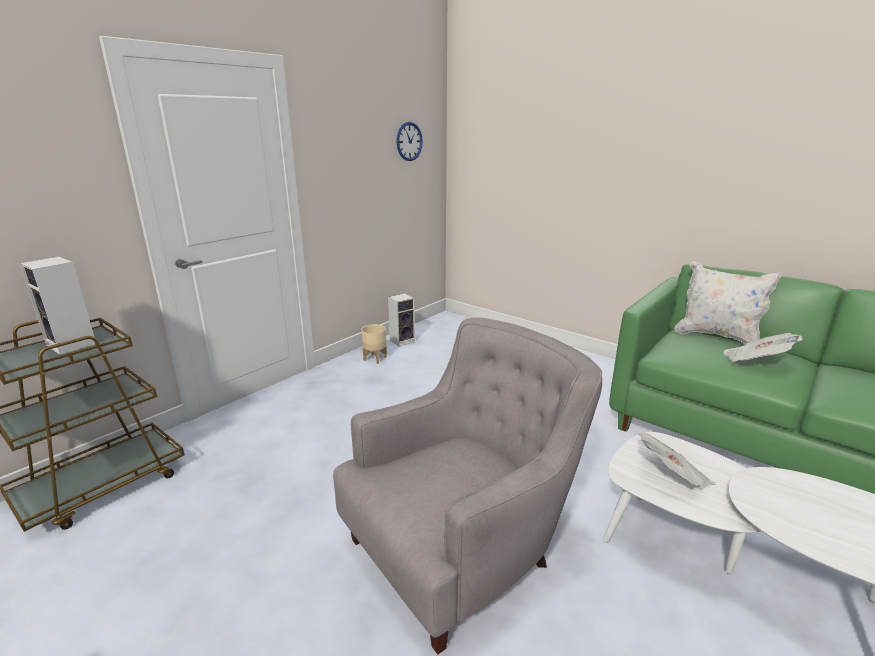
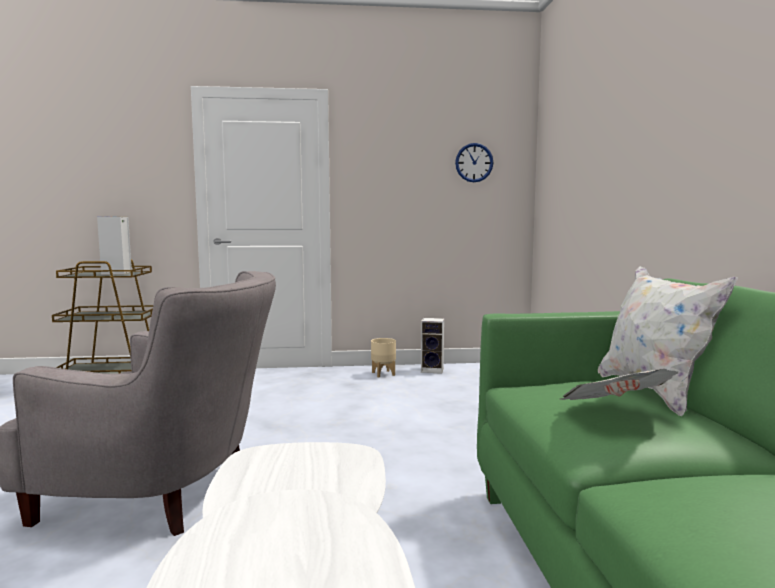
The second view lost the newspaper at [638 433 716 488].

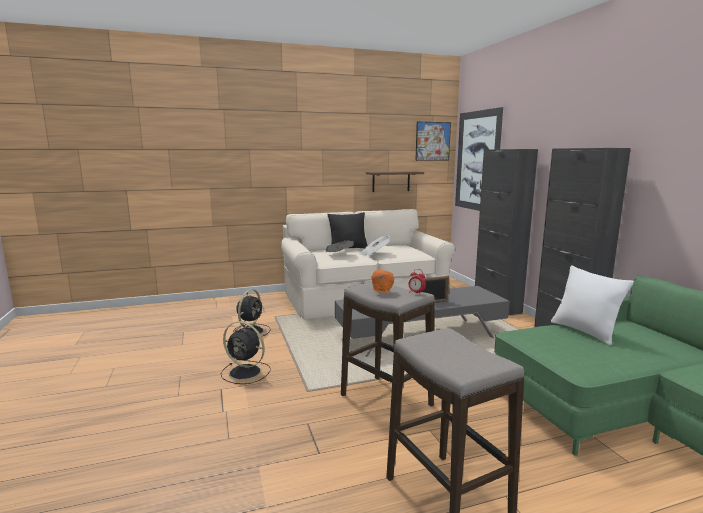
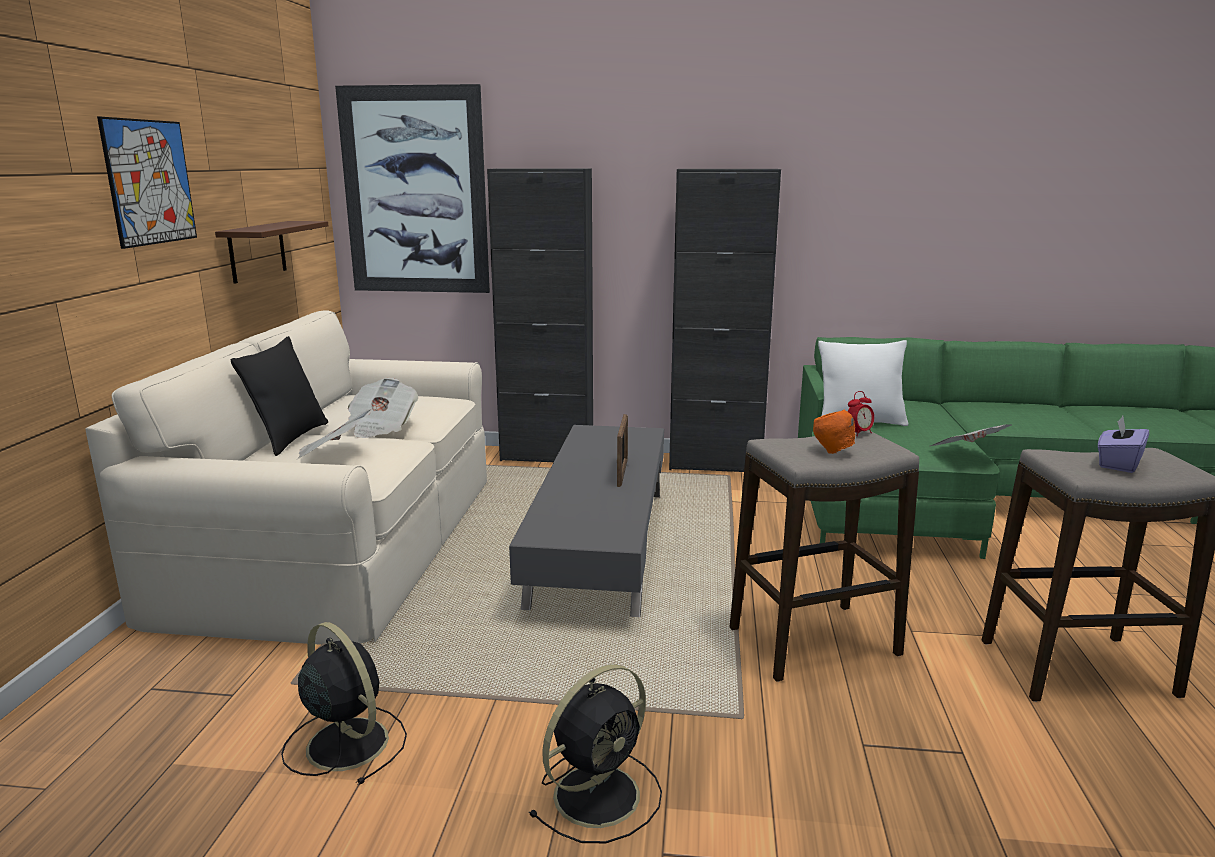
The picture ended up elsewhere, having gone from [415 122 451 161] to [97 117 197 249].
The second view gained the newspaper at [930 424 1012 446].
The second view gained the purple tissue box at [1098 416 1149 473].

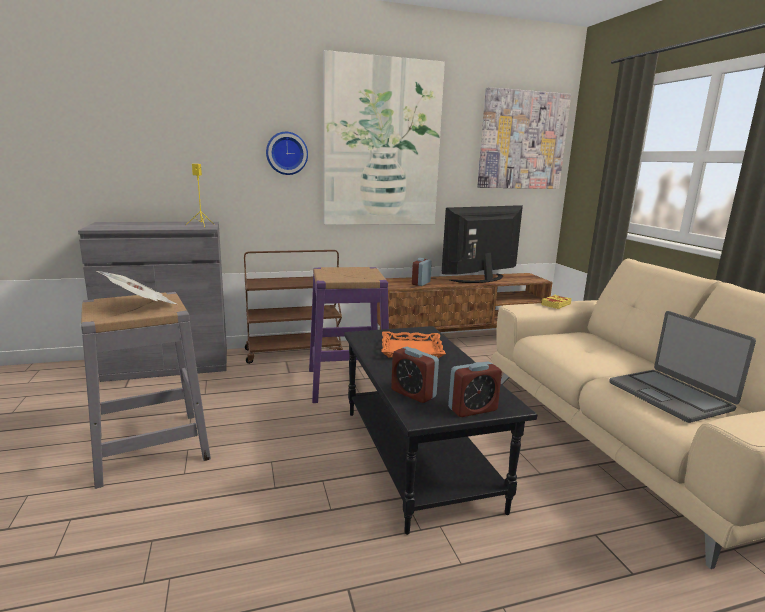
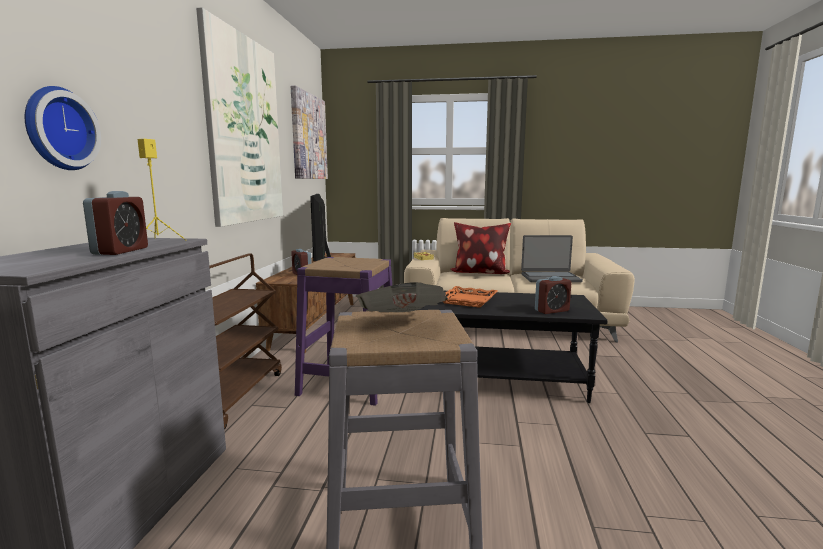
The wall clock ended up elsewhere, having gone from [266 132 308 175] to [25 86 101 170].
The alarm clock ended up elsewhere, having gone from [448 362 502 417] to [83 191 148 255].
The second view gained the pillow at [450 222 511 274].

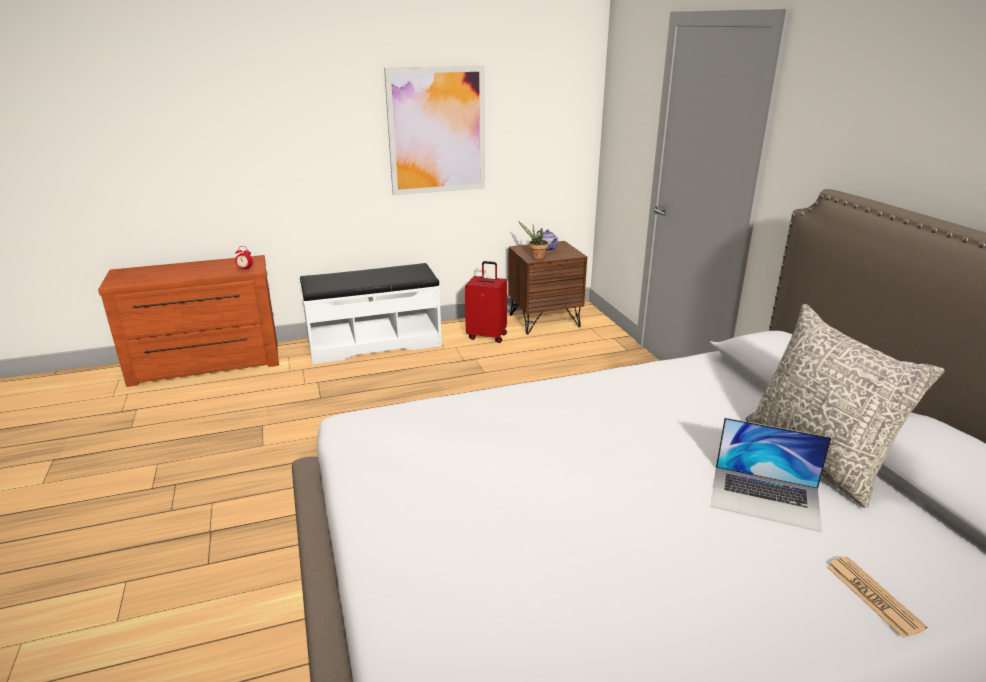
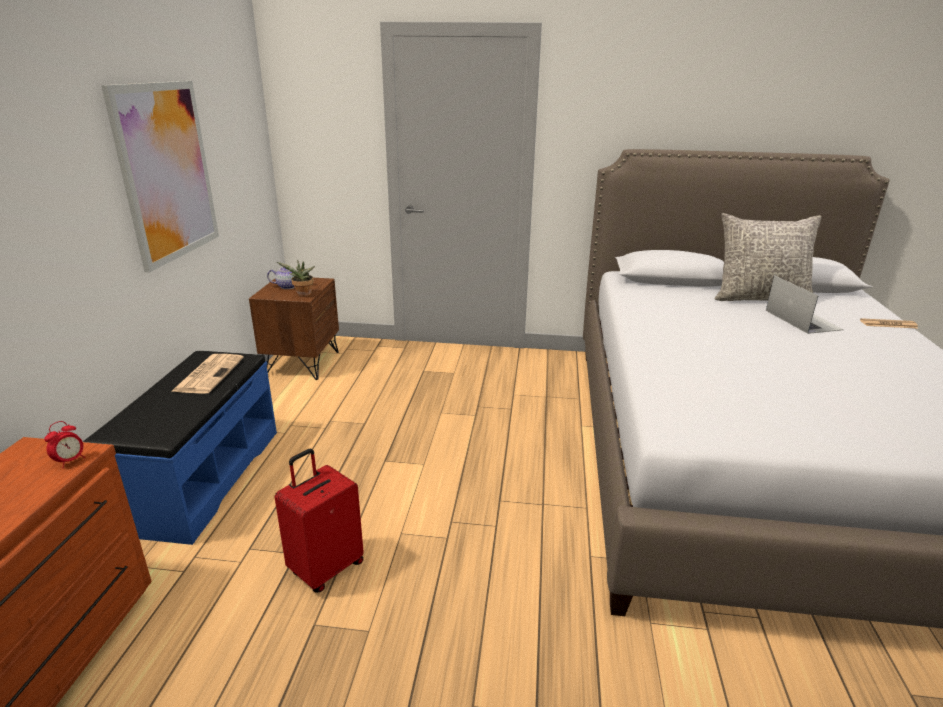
What was the white bench at [300 263 442 364] turned into the blue bench at [83 351 277 545].
The second view gained the newspaper at [171 354 244 394].
The red suitcase ended up elsewhere, having gone from [465 261 507 343] to [275 449 364 593].
The laptop at [710 418 832 532] ended up facing another way, 60 degrees counterclockwise from before.

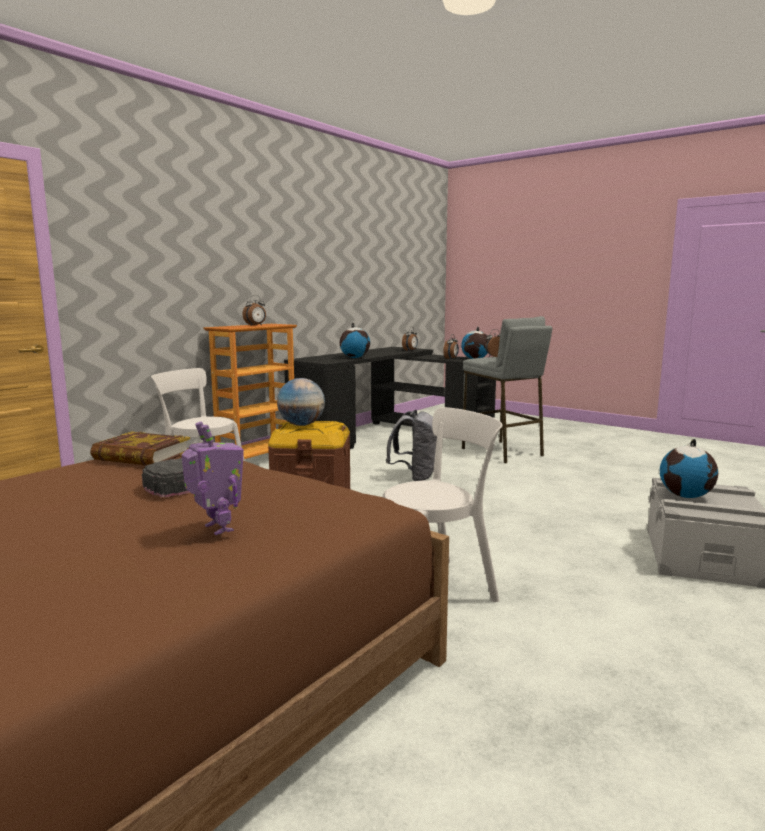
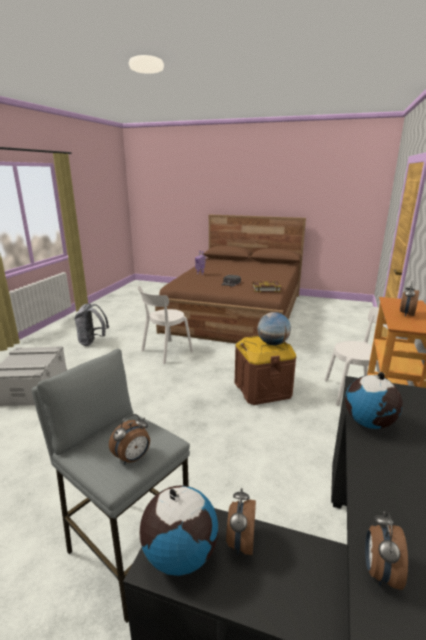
The grey backpack ended up elsewhere, having gone from [386 410 437 481] to [74 303 109 346].
The second view lost the globe at [660 439 718 498].

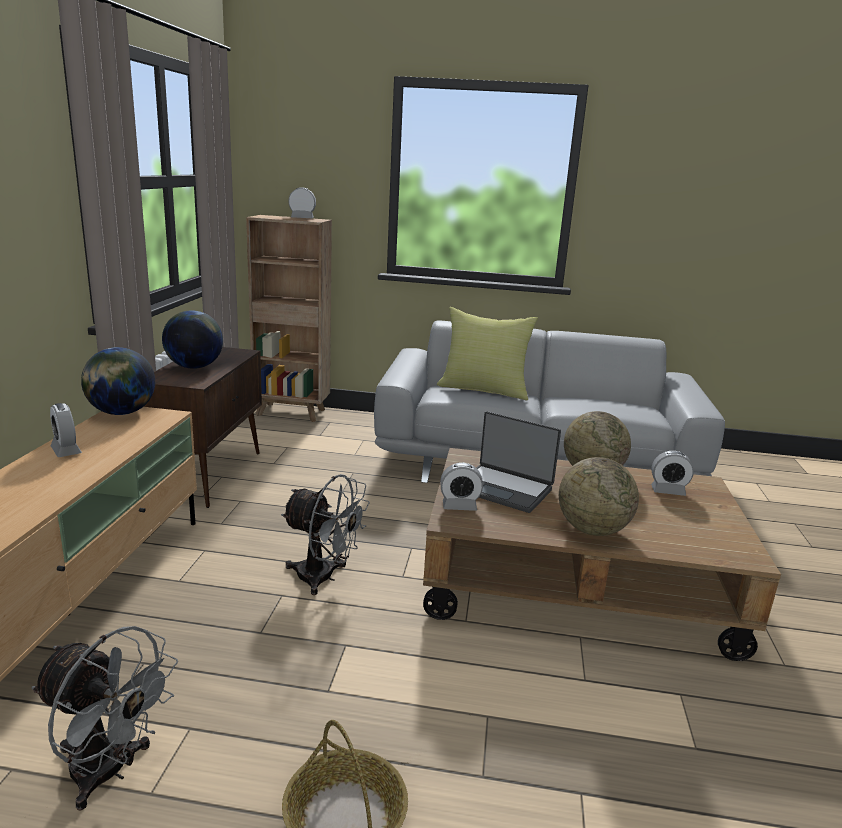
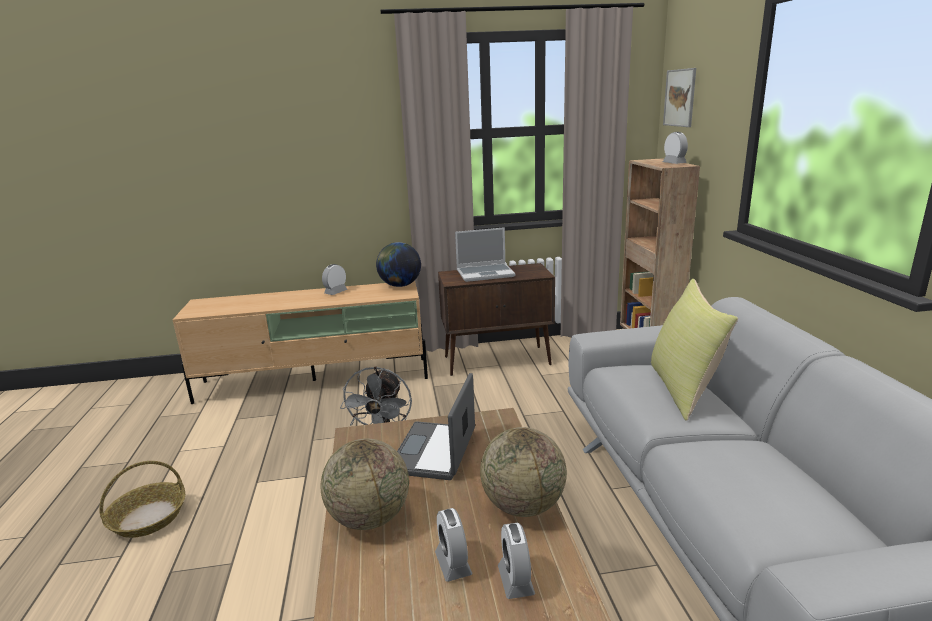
The alarm clock ended up elsewhere, having gone from [440 463 483 511] to [435 508 473 582].
Where the globe stood at [162 310 223 369], the laptop came to stand at [455 227 515 282].
The second view gained the picture at [663 68 696 127].
The second view lost the grey fan at [32 626 178 810].

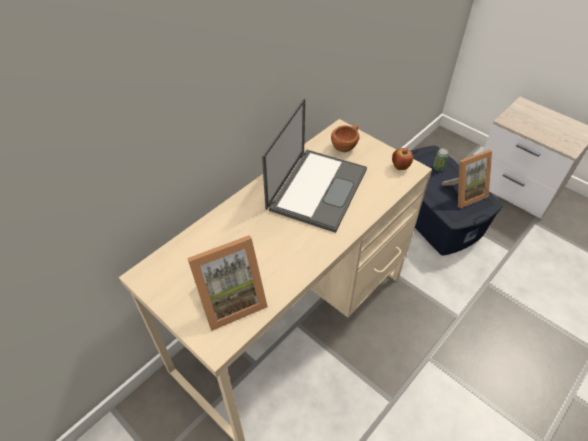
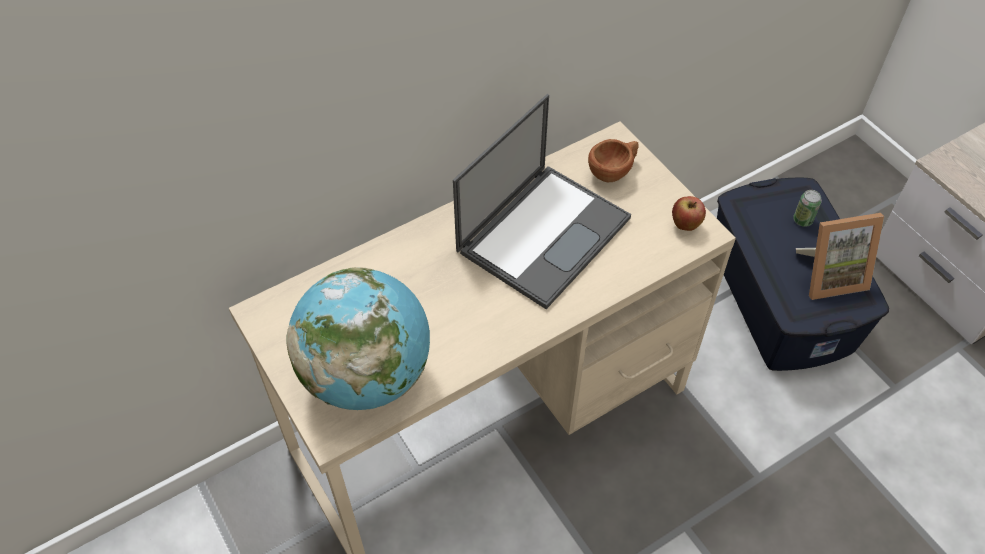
Where the picture frame stood at [187 235 268 331], the globe came to stand at [287 267 430 410].

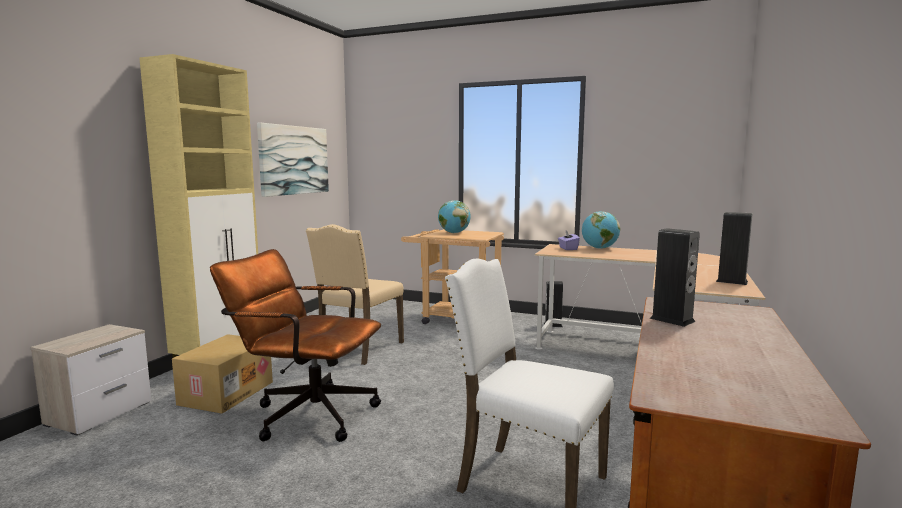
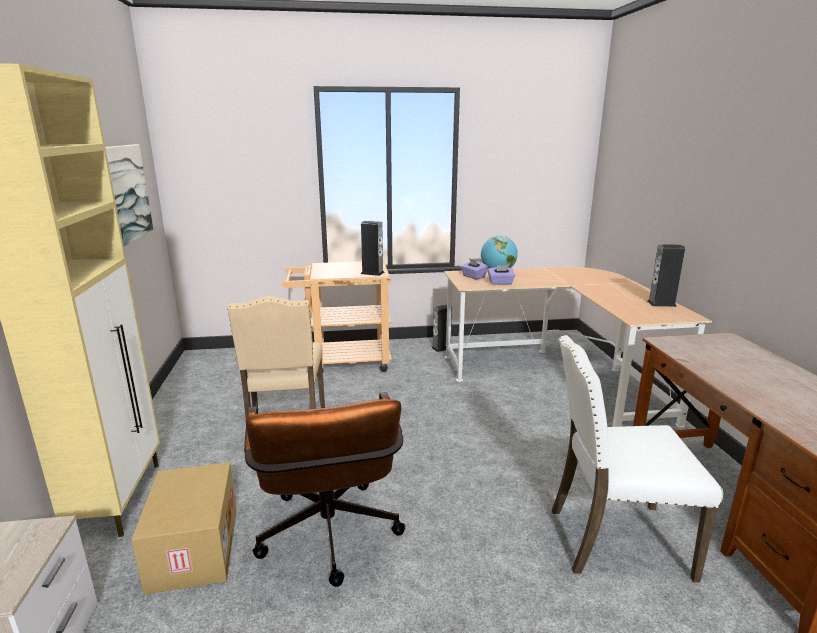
The brown office chair at [210 249 381 442] ended up facing another way, 90 degrees counterclockwise from before.
The speaker ended up elsewhere, having gone from [650 228 700 327] to [361 221 384 276].
The second view gained the purple tissue box at [488 265 515 285].
The second view lost the globe at [438 200 470 233].

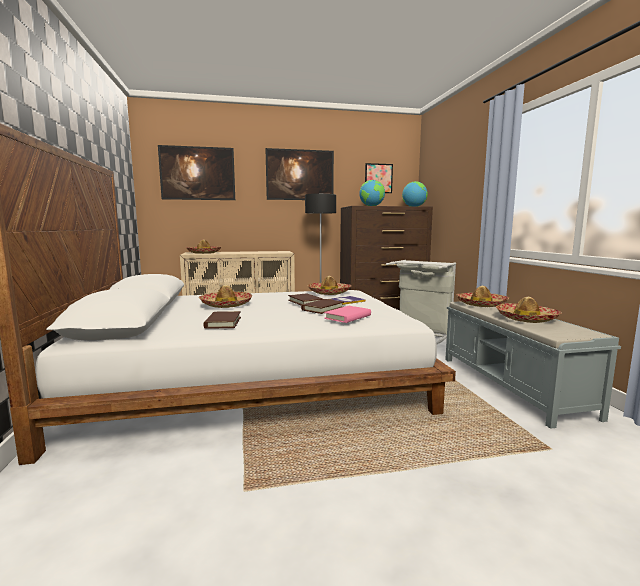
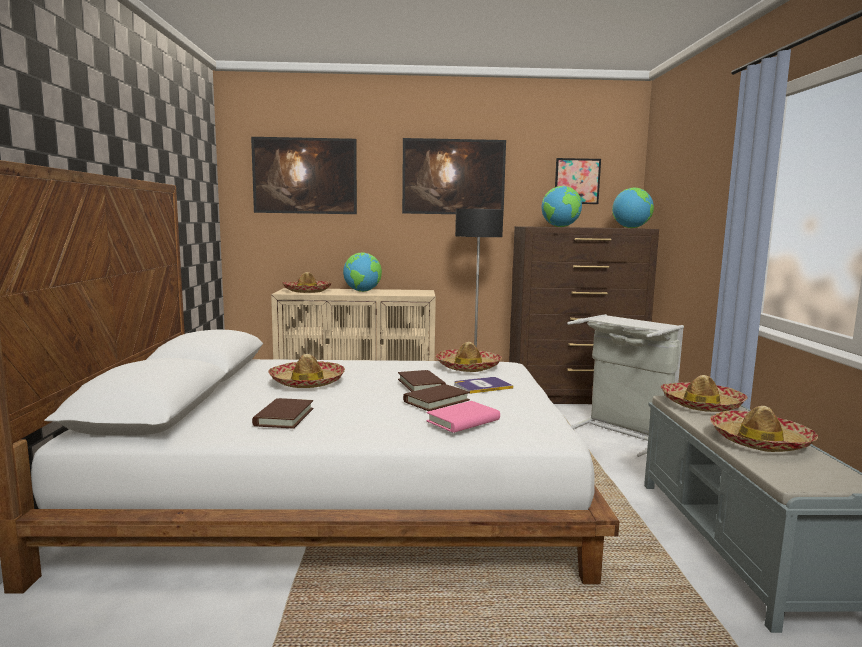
The second view gained the globe at [343 252 382 292].

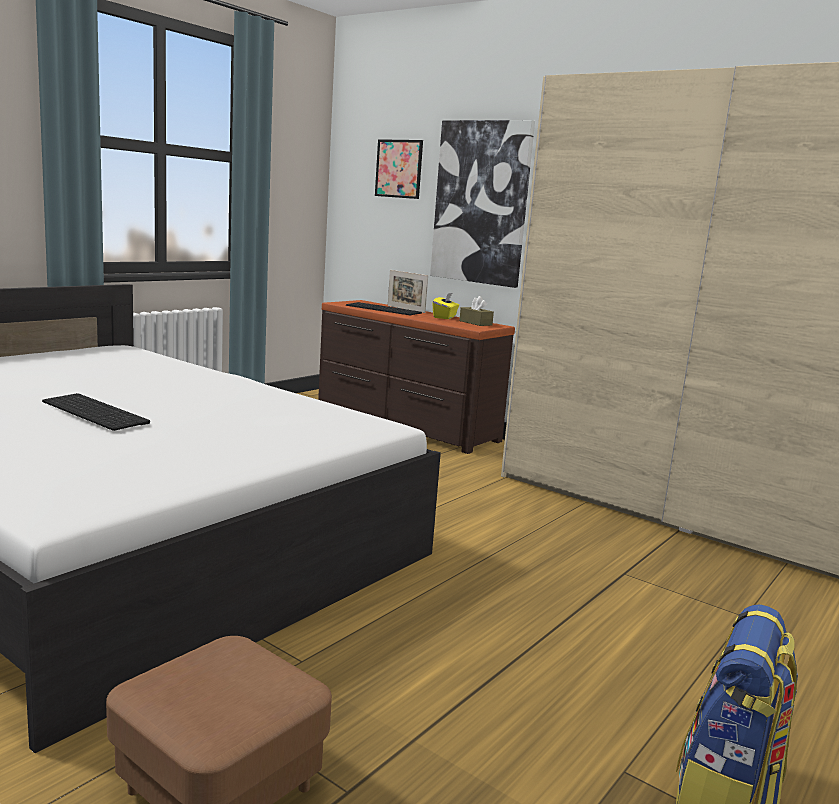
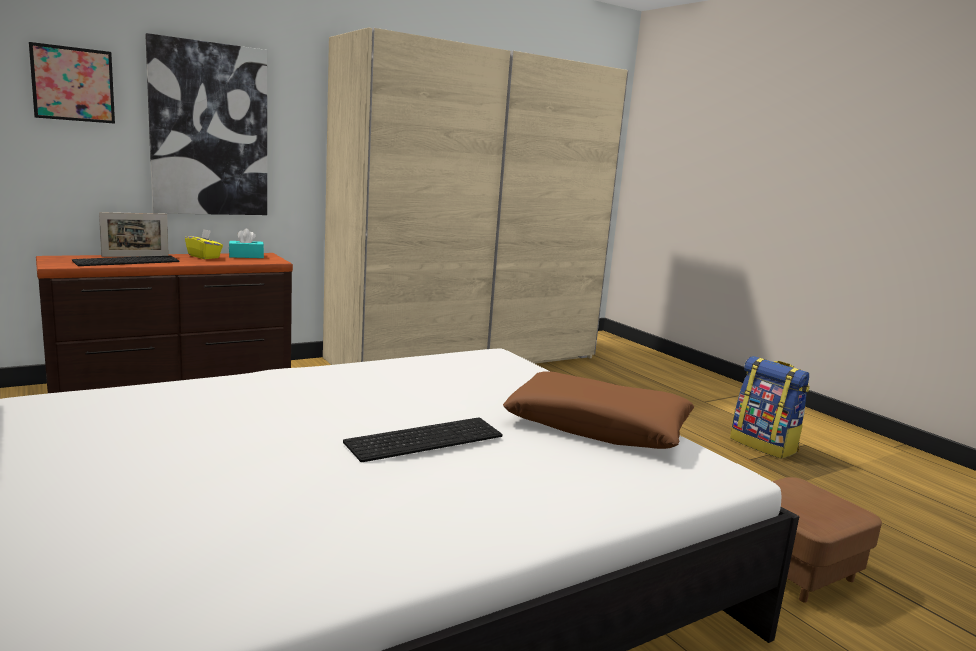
What was the brown tissue box at [459 296 494 326] turned into the turquoise tissue box at [229 229 264 258].
The second view gained the brown pillow at [503 371 695 449].

